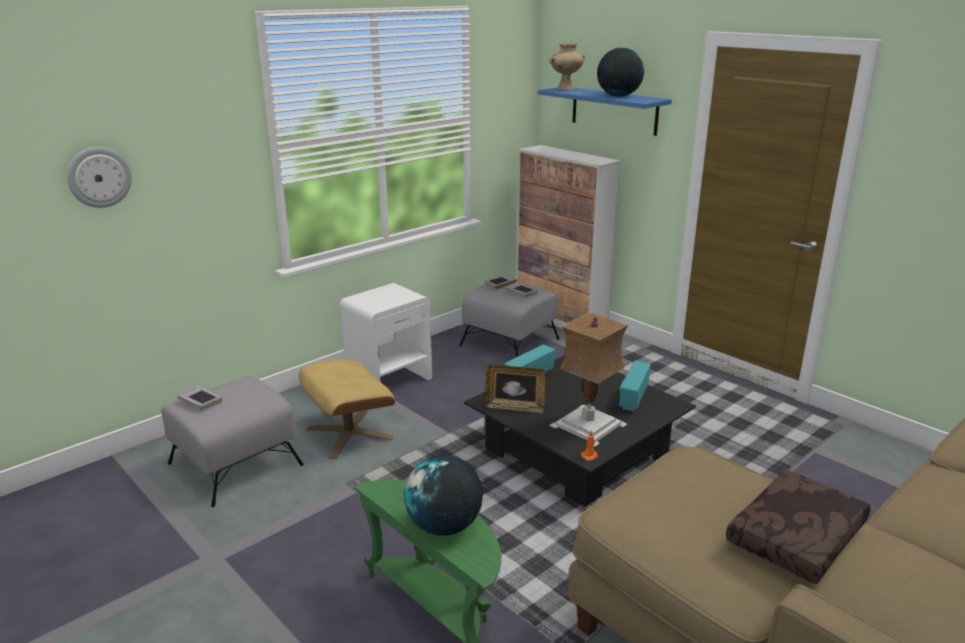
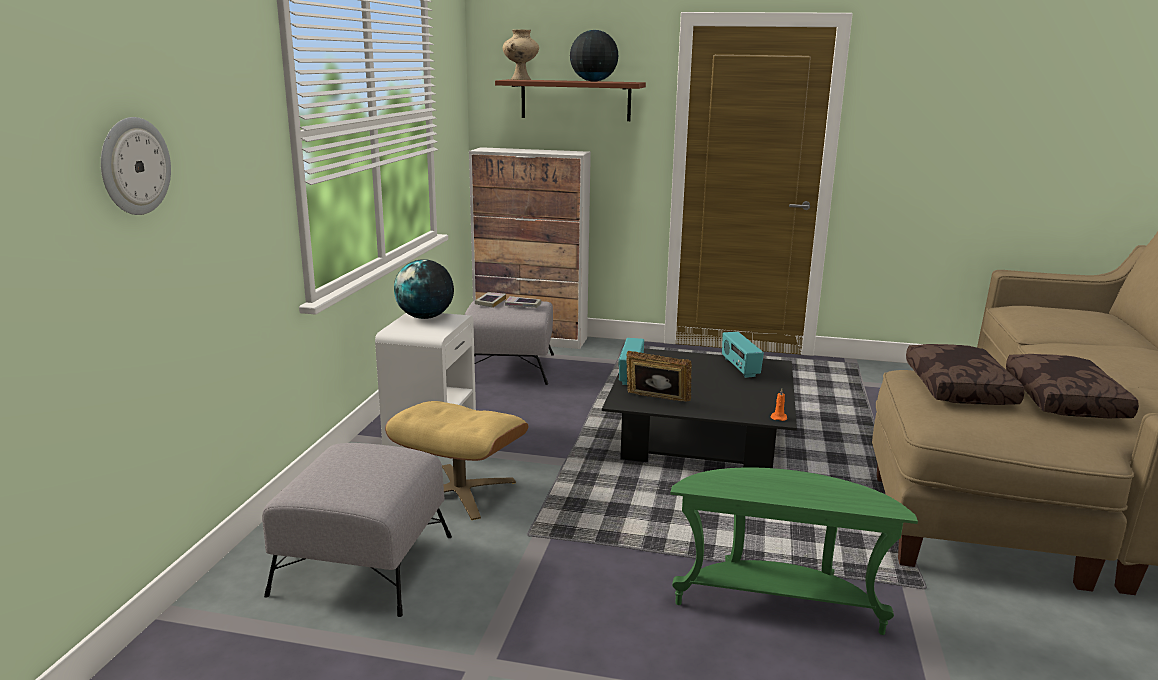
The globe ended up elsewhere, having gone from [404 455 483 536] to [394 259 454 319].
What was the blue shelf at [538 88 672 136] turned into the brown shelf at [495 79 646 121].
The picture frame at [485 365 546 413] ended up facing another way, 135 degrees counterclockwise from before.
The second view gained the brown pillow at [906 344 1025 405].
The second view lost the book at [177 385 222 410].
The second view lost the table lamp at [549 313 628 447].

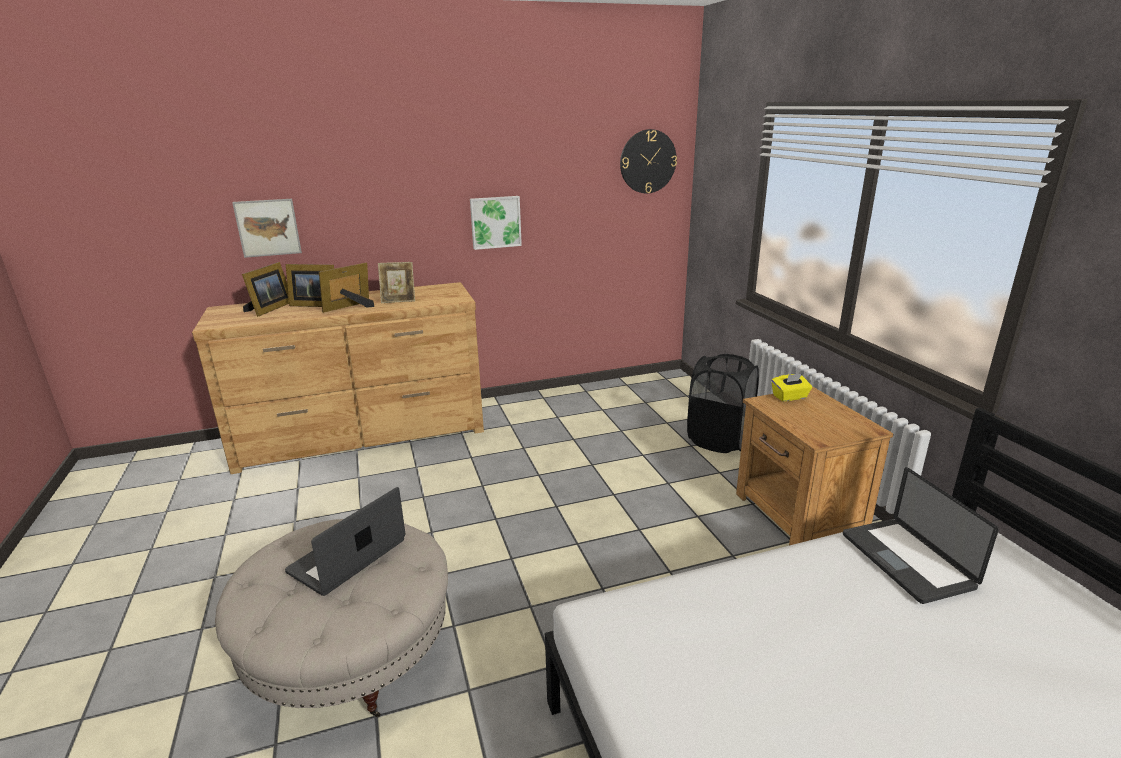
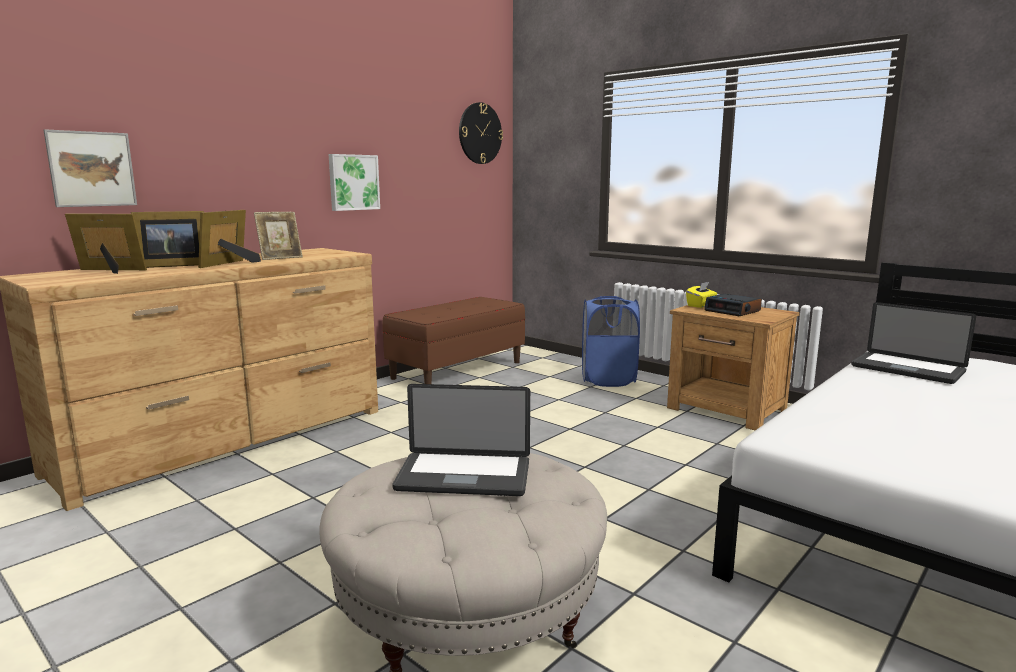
The picture frame at [242 262 289 317] ended up facing another way, 75 degrees counterclockwise from before.
The second view gained the brown bench at [382 297 525 384].
The laptop at [285 487 405 596] ended up facing another way, 90 degrees counterclockwise from before.
What was the black laundry basket at [687 354 759 453] turned into the blue laundry basket at [582 296 640 387].
The second view gained the alarm clock at [704 294 762 316].

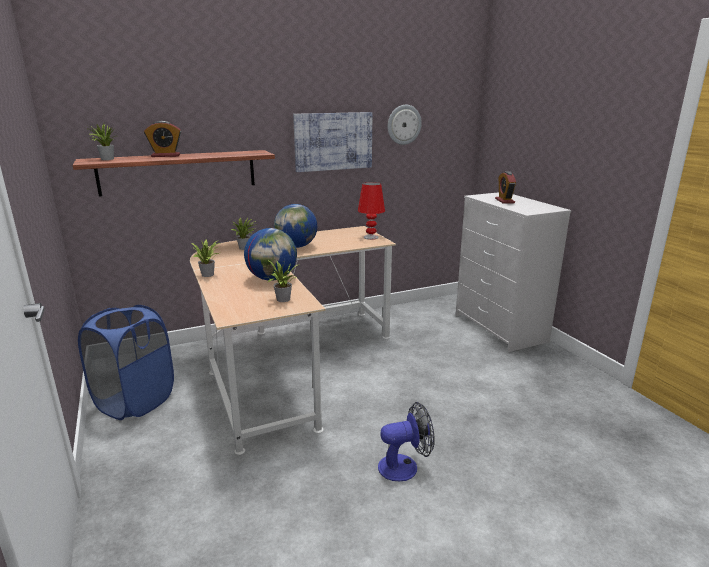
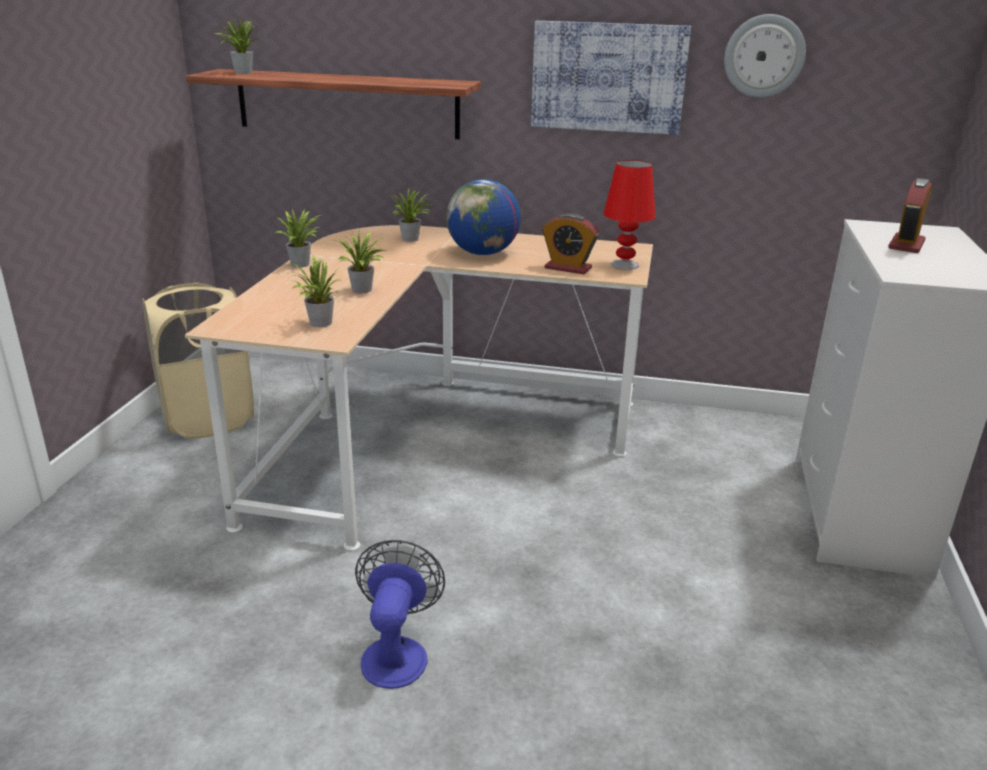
What was the blue laundry basket at [78 305 174 420] turned into the beige laundry basket at [142 282 254 439].
Where the globe stood at [244 228 297 281], the potted plant came to stand at [329 230 387 293].
The fan at [378 402 434 481] ended up facing another way, 105 degrees counterclockwise from before.
The alarm clock ended up elsewhere, having gone from [144 121 181 157] to [542 213 599 274].

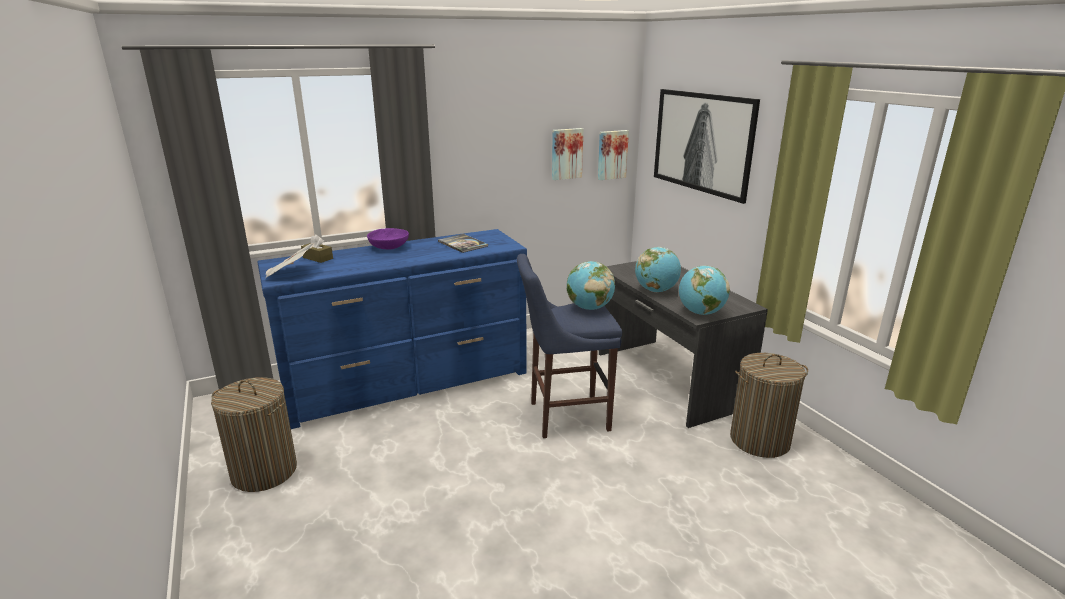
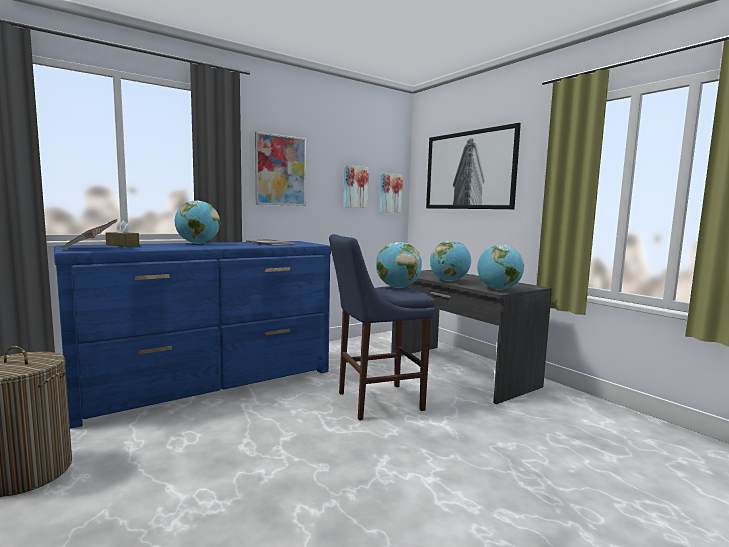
Where the purple bowl stood at [367 228 409 249], the globe came to stand at [175 200 220 244].
The second view gained the picture at [255 132 306 206].
The second view lost the laundry basket at [730 353 808 458].

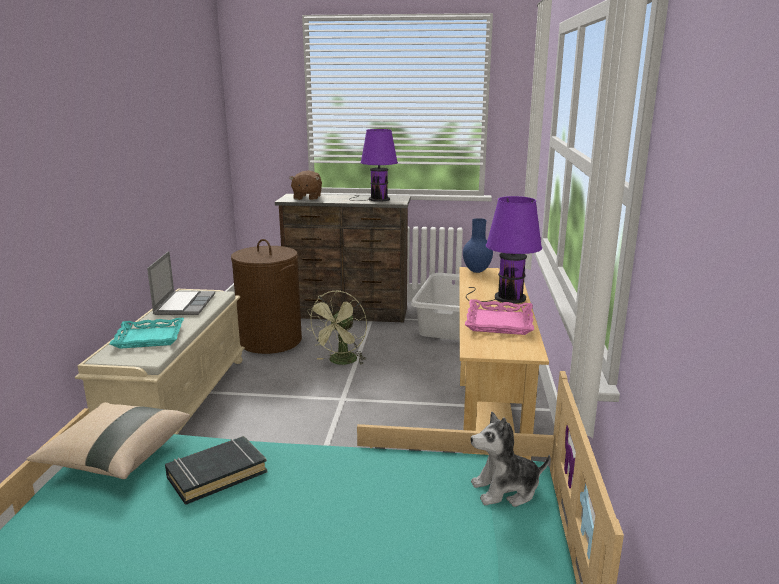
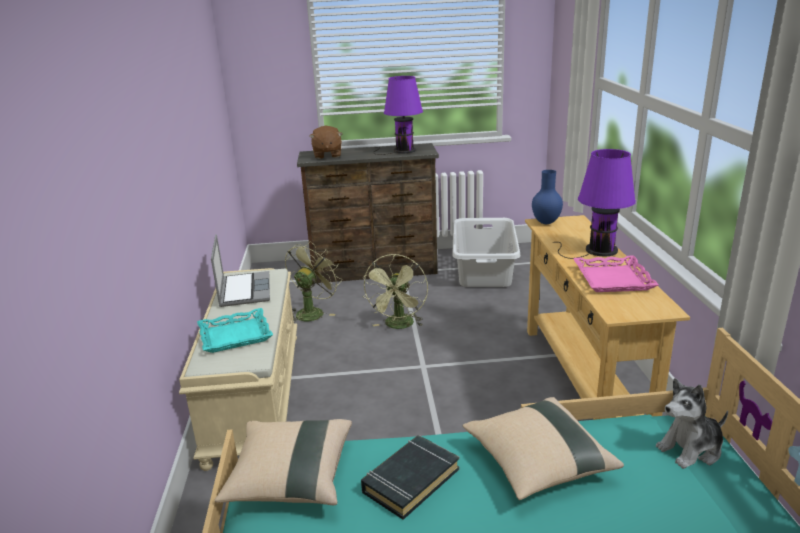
Where the brown laundry basket stood at [231 239 302 354], the green fan came to stand at [285 242 342 322].
The second view gained the beige pillow at [463 397 624 500].

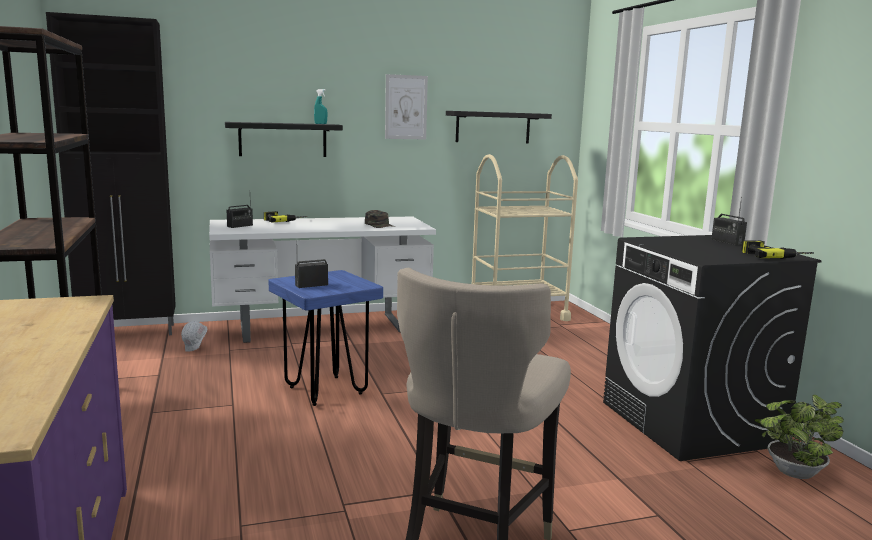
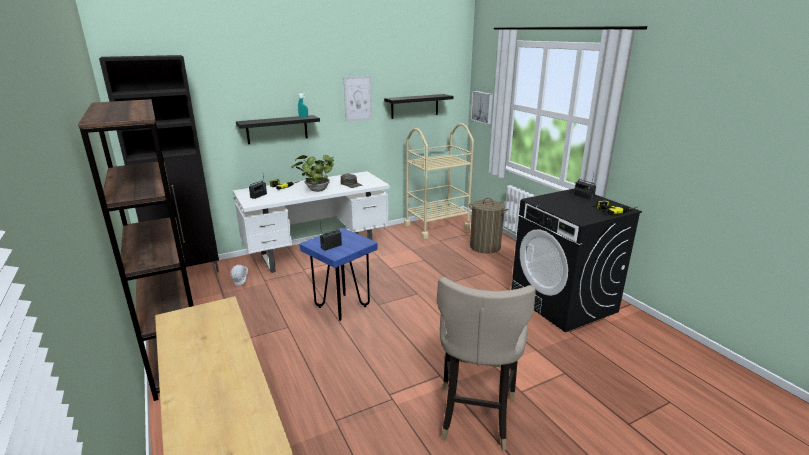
The potted plant ended up elsewhere, having gone from [754 395 844 479] to [291 155 334 192].
The second view gained the laundry basket at [469 198 508 254].
The second view gained the picture at [471 91 493 124].

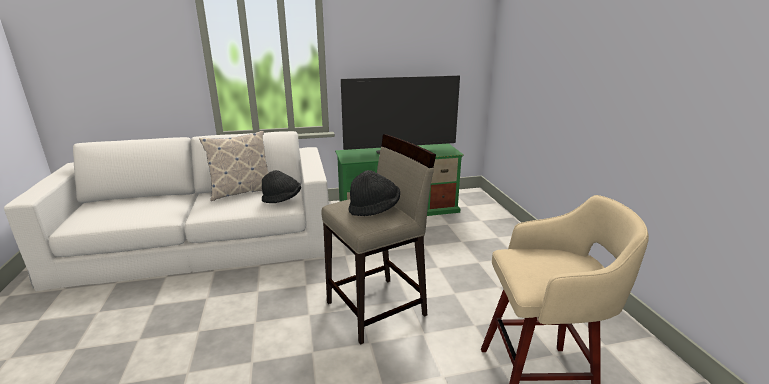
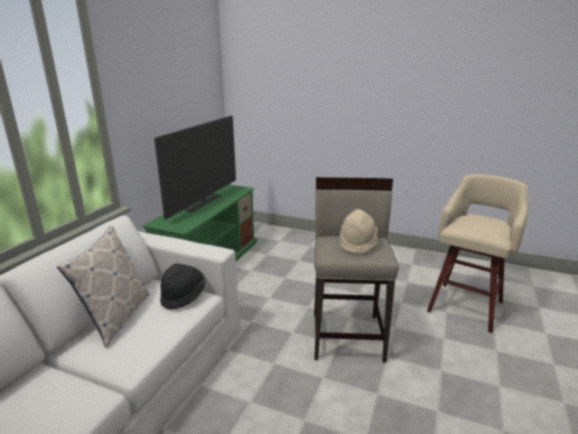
What was the black hat at [348 170 400 216] turned into the beige hat at [340 209 378 255].

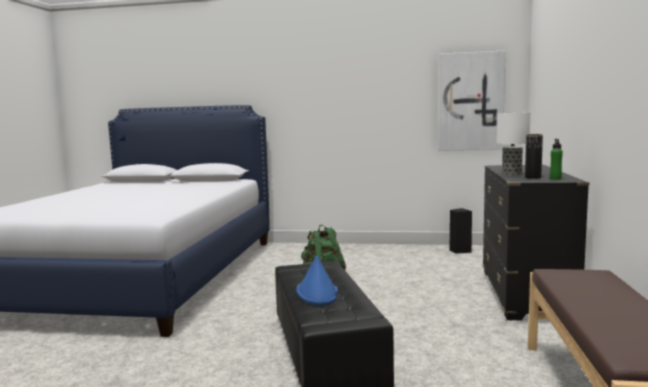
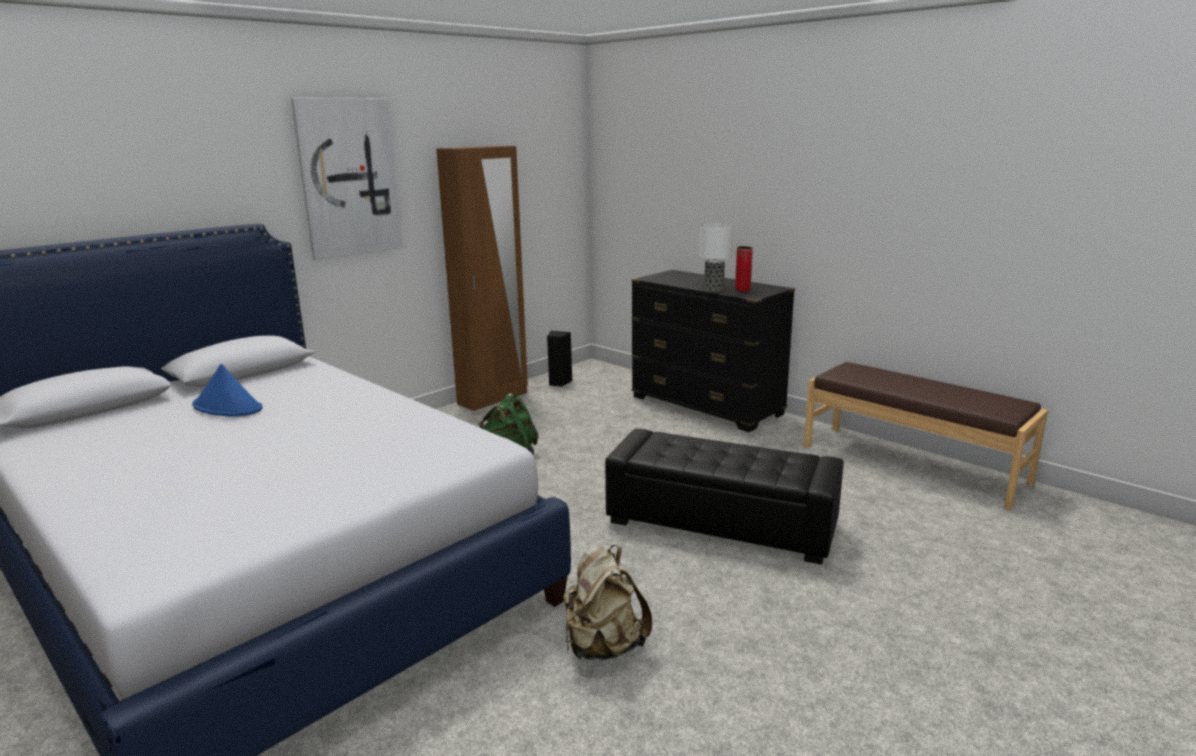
The blue hat ended up elsewhere, having gone from [296 255 338 305] to [192 364 263 417].
The picture ended up elsewhere, having gone from [438 51 505 151] to [291 98 403 260].
The second view gained the brown wardrobe at [436 146 528 411].
The second view gained the beige backpack at [563 545 652 660].
What was the black vase at [525 134 543 179] turned into the red vase at [735 246 753 292].
The second view lost the green bottle at [550 139 563 180].

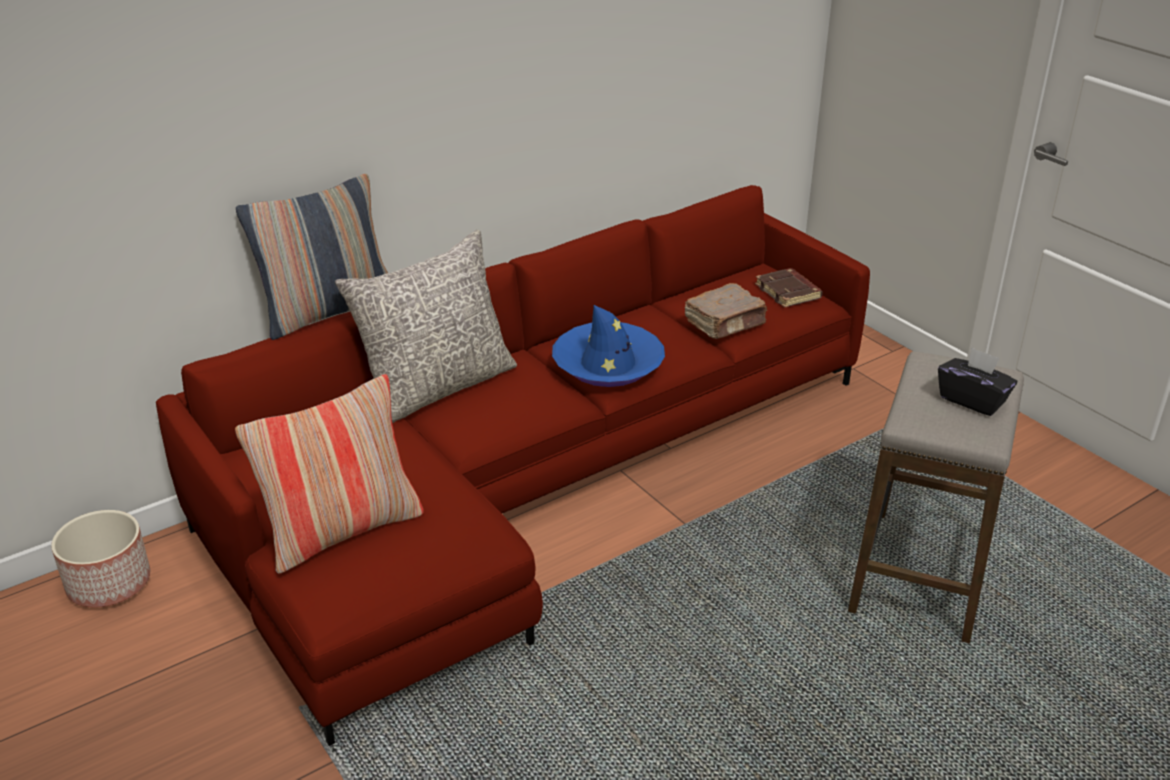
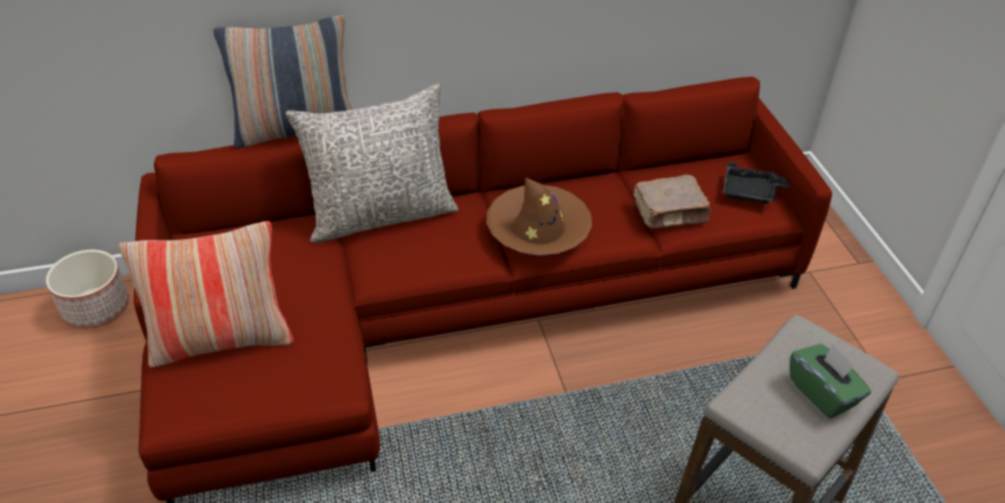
What was the blue hat at [552 305 665 387] turned into the brown hat at [487 178 592 256].
Where the brown book stood at [755 268 823 308], the black tray came to stand at [723 162 790 204].
What was the black tissue box at [938 347 1017 416] turned into the green tissue box at [790 344 871 419].

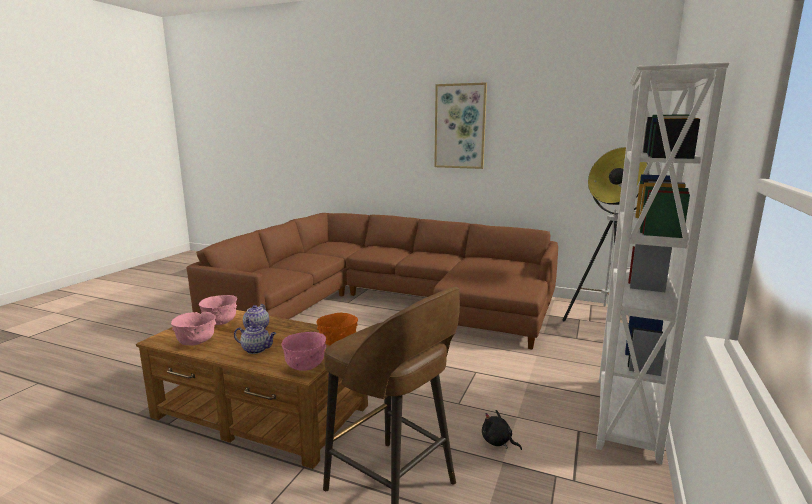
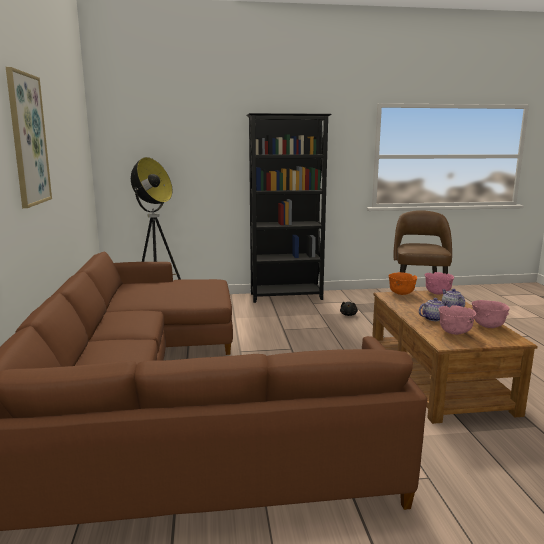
What was the white bookcase at [596 62 730 465] turned into the black bookcase at [246 113 332 303].

